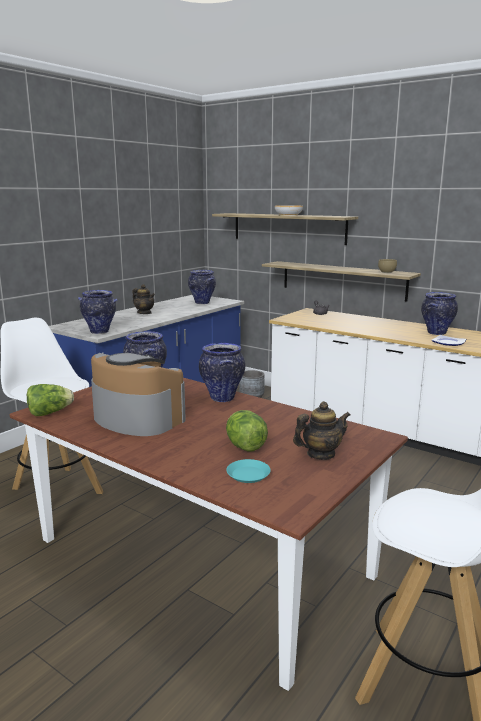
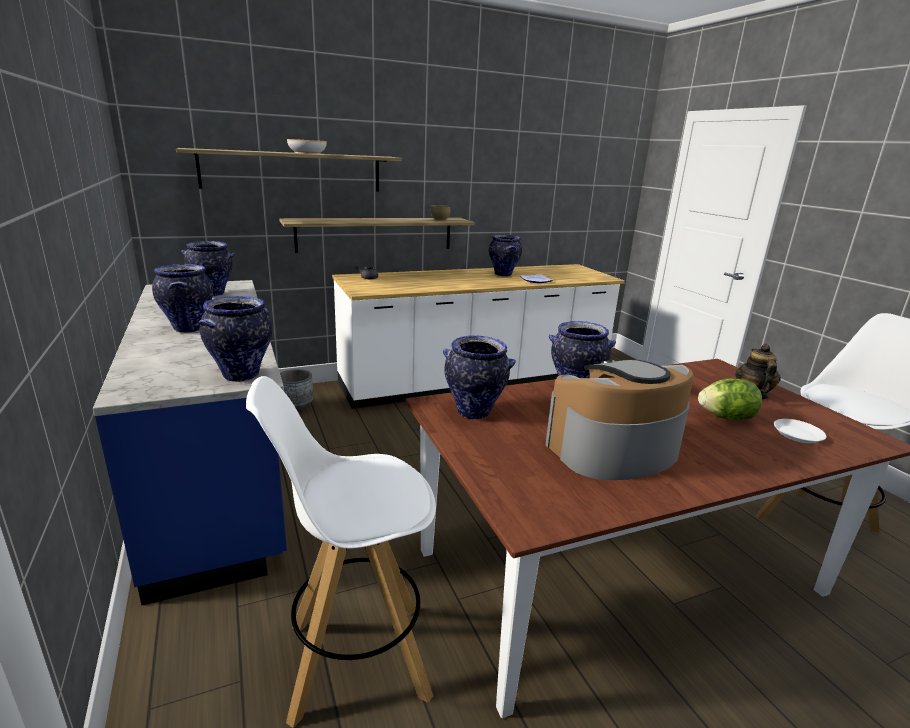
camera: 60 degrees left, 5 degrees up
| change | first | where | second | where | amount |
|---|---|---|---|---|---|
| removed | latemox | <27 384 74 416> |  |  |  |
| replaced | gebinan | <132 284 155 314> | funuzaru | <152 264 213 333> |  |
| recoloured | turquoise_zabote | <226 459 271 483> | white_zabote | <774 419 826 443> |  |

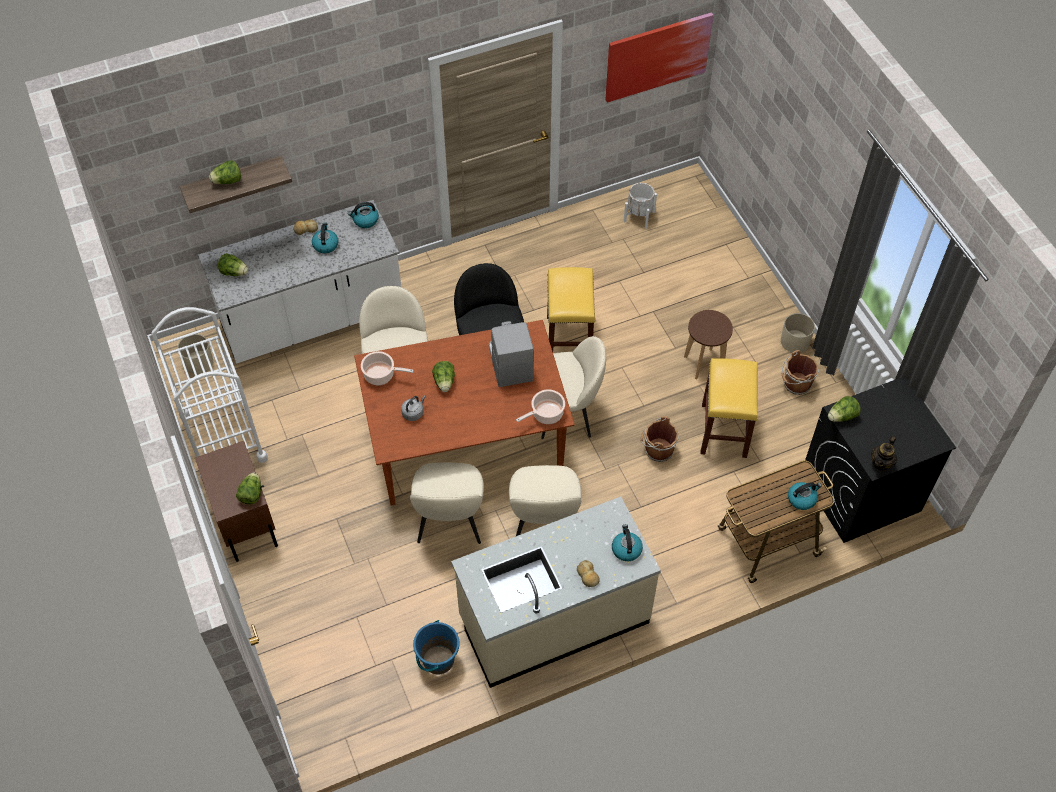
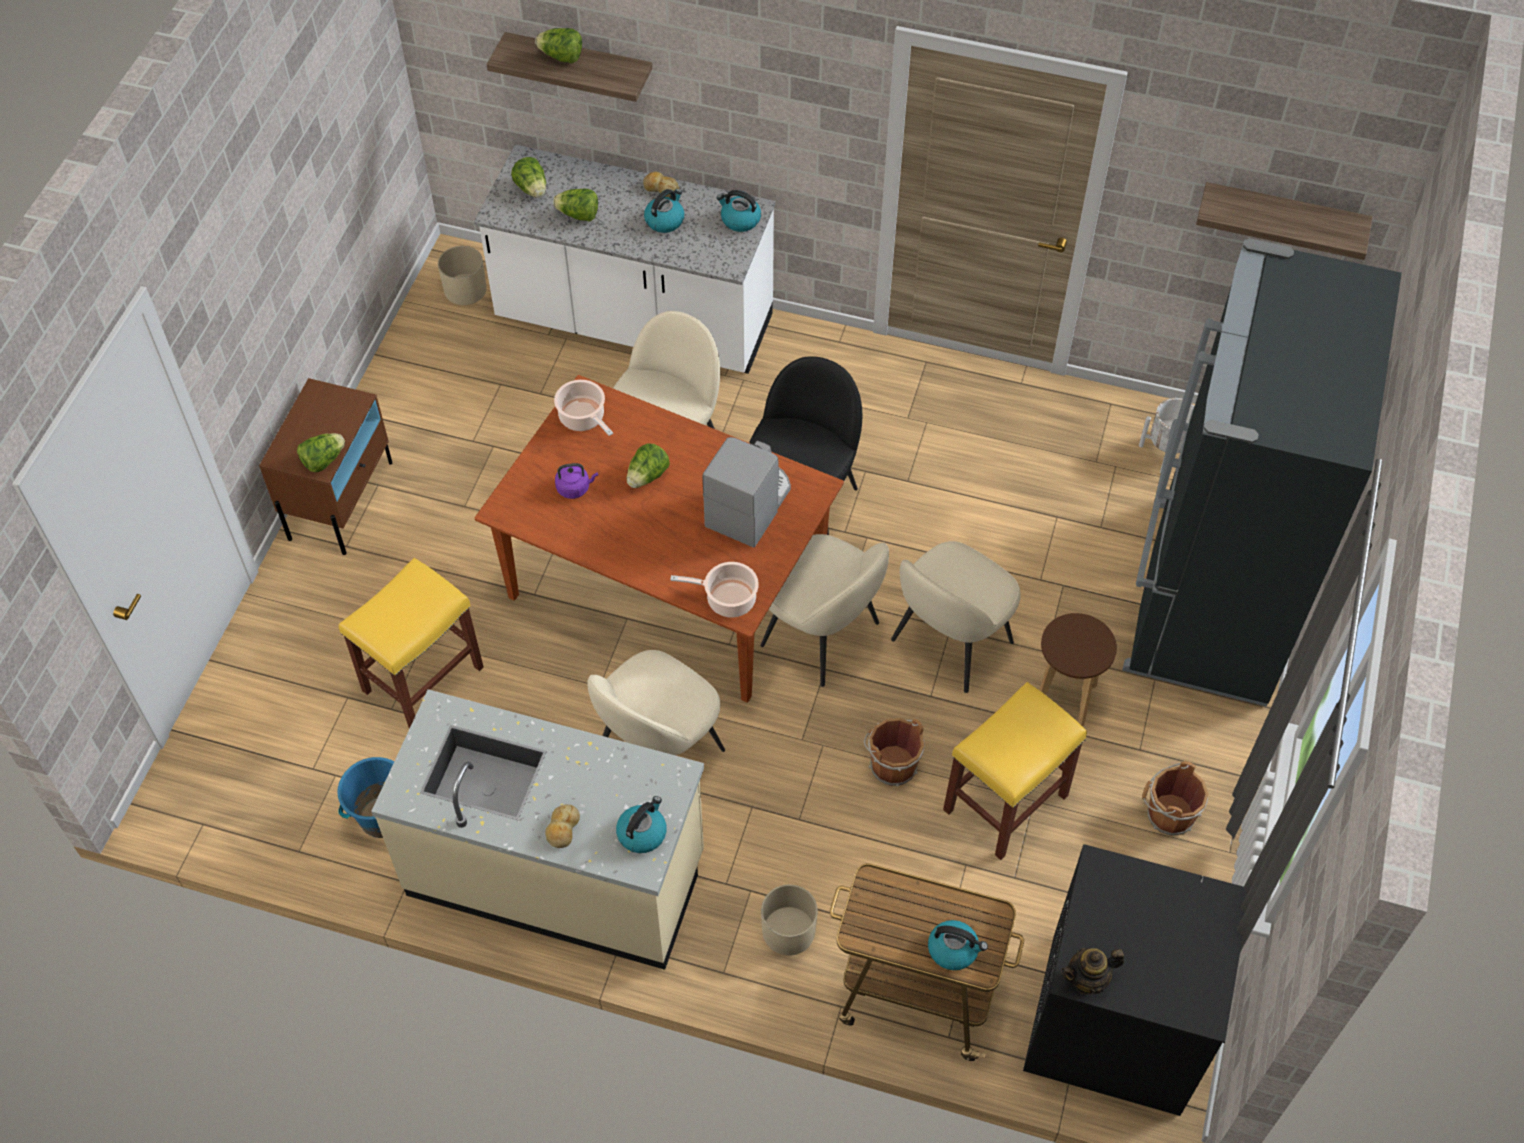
camera: 40 degrees right, 0 degrees up
| change | first | where | second | where | amount |
|---|---|---|---|---|---|
| removed | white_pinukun | <151 307 268 480> |  |  |  |
| recoloured | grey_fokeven | <401 395 426 421> | purple_fokeven | <555 463 598 499> |  |
| moved | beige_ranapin | <410 463 484 544> |  | <891 541 1021 693> |  |
| moved | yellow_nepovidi | <547 267 595 352> |  | <339 558 484 729> |  |
| replaced | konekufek | <606 12 714 103> | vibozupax | <1196 182 1373 260> |  |
| moved | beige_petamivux | <781 313 815 353> |  | <761 885 818 956> |  |
| moved | latemox | <828 396 861 422> |  | <553 189 598 222> |  |
| added |  |  | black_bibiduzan | <1122 238 1402 706> |  |

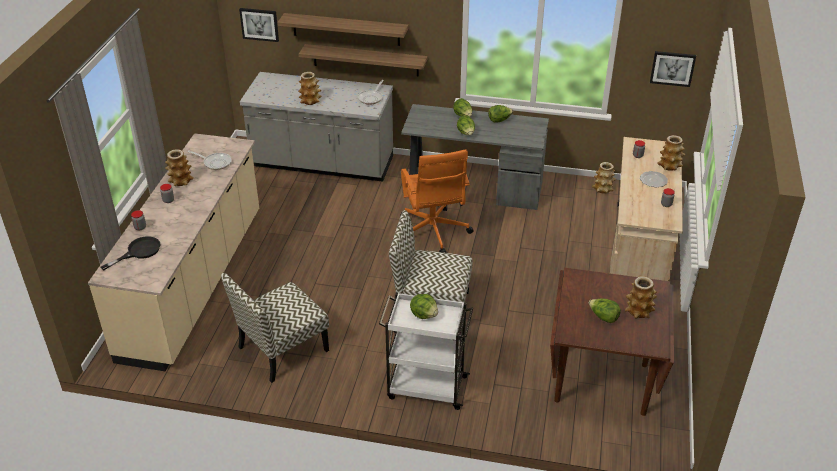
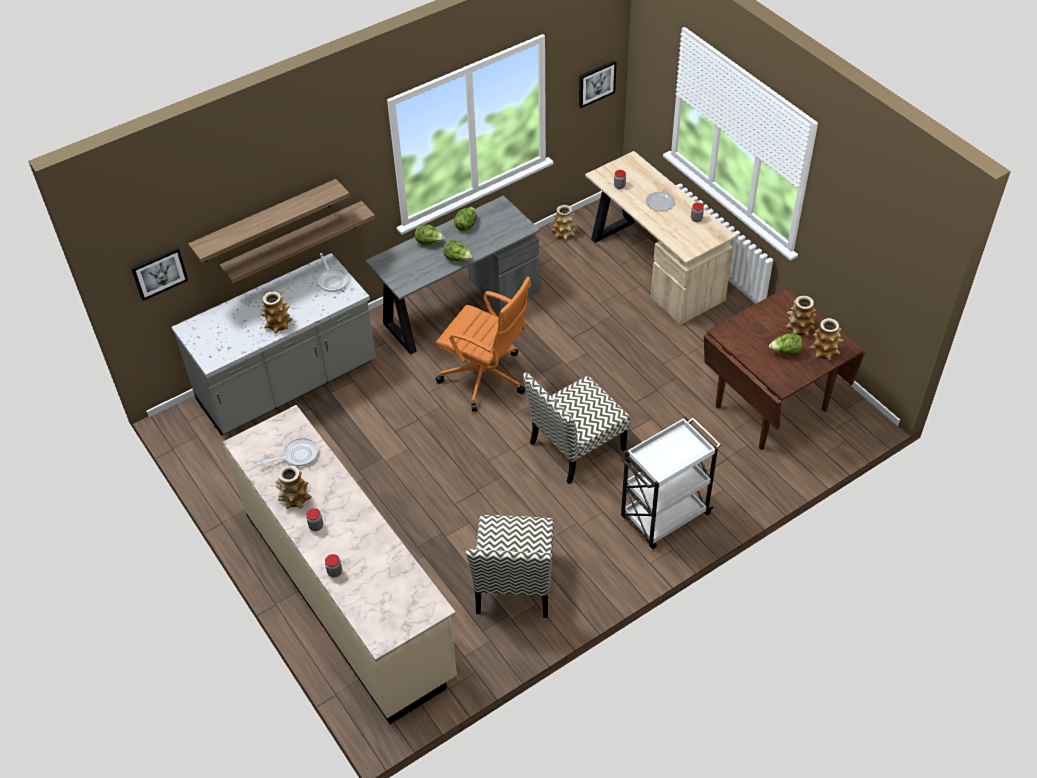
camera: 45 degrees left, 10 degrees up
| change | first | where | second | where | amount |
|---|---|---|---|---|---|
| removed | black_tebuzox | <101 236 160 270> |  |  |  |
| removed | latemox | <410 294 438 319> |  |  |  |
| moved | funuzaru | <657 135 685 171> |  | <809 318 844 360> |  |

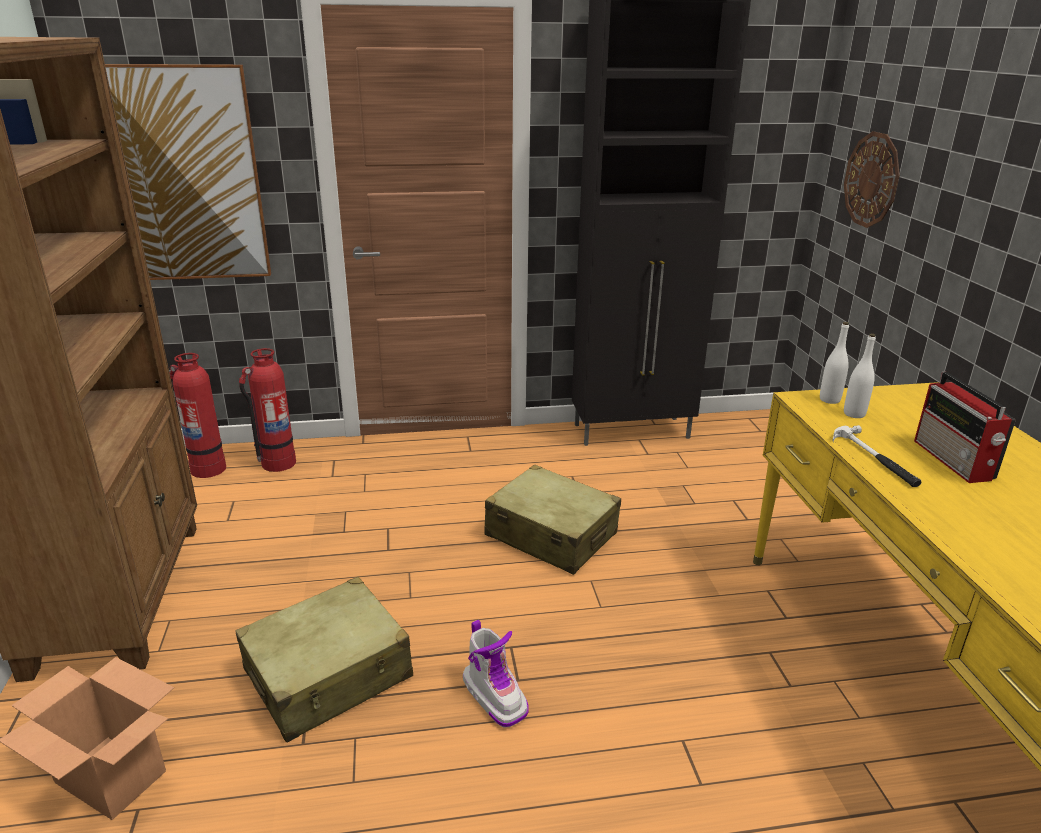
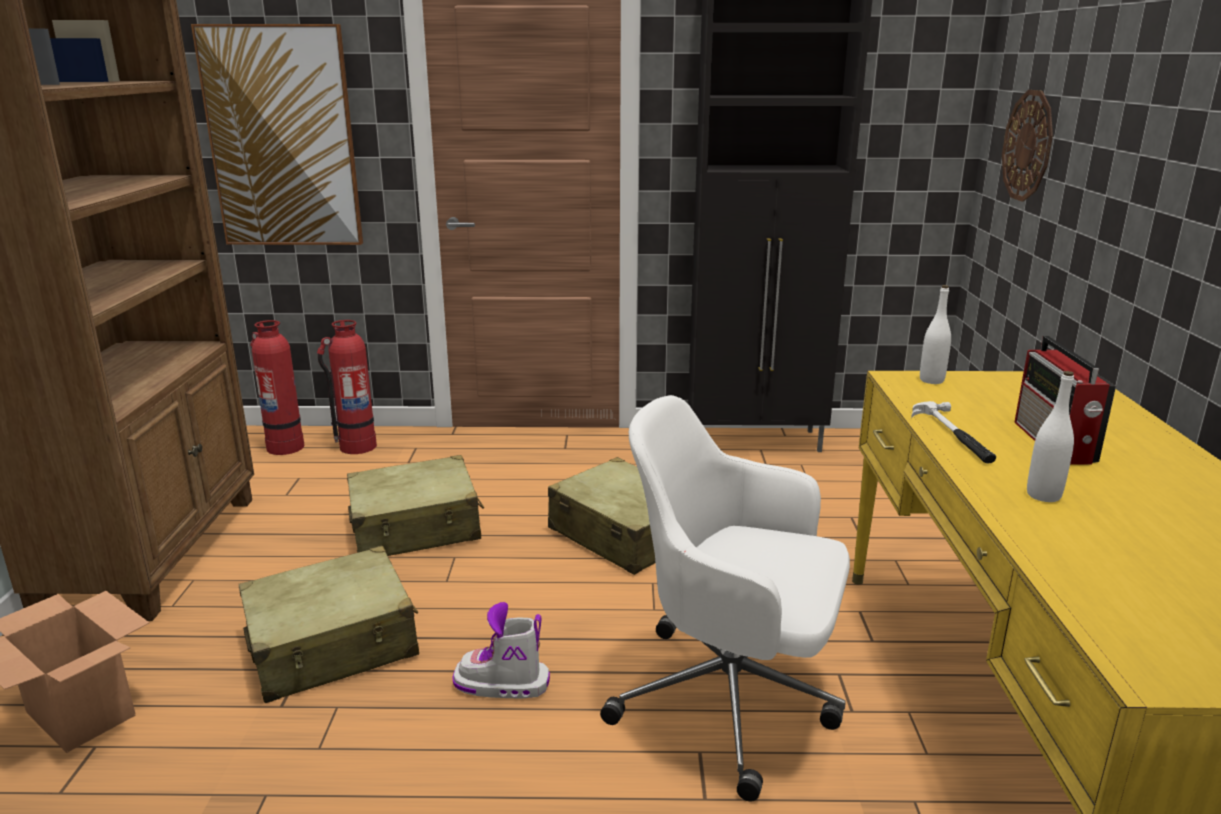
camera: 10 degrees right, 5 degrees down
| change | first | where | second | where | amount |
|---|---|---|---|---|---|
| turned | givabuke | <463 620 529 728> |  | <452 602 550 699> | 120 degrees clockwise |
| moved | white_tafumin | <844 334 876 418> |  | <1027 371 1074 502> |  |
| added |  |  | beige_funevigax | <347 455 484 556> |  |
| added |  |  | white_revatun | <600 395 850 802> |  |

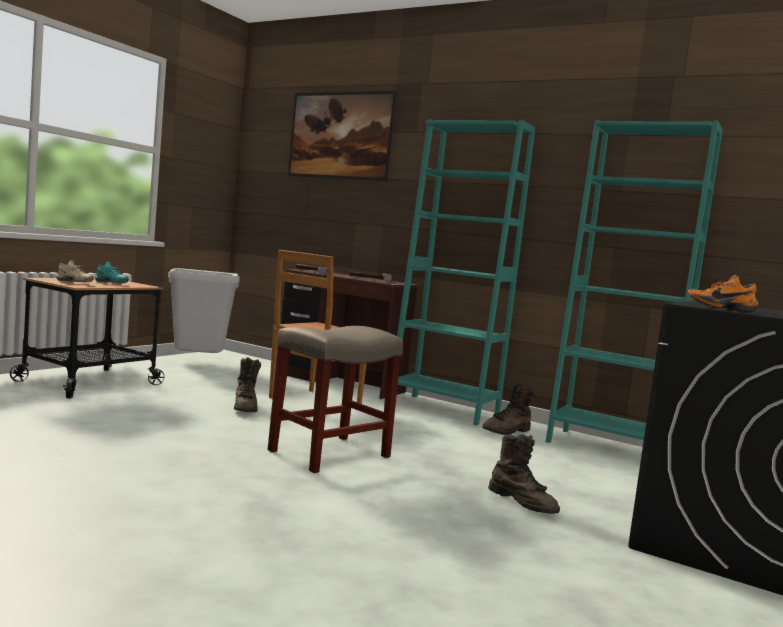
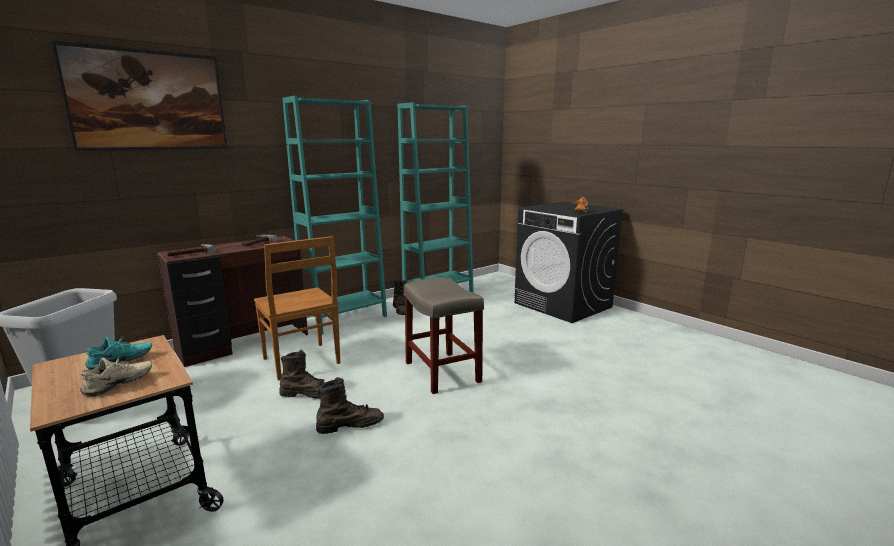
camera: 70 degrees left, 10 degrees up
| change | first | where | second | where | amount |
|---|---|---|---|---|---|
| moved | brown_givabuke | <488 434 560 514> |  | <316 377 384 434> |  |

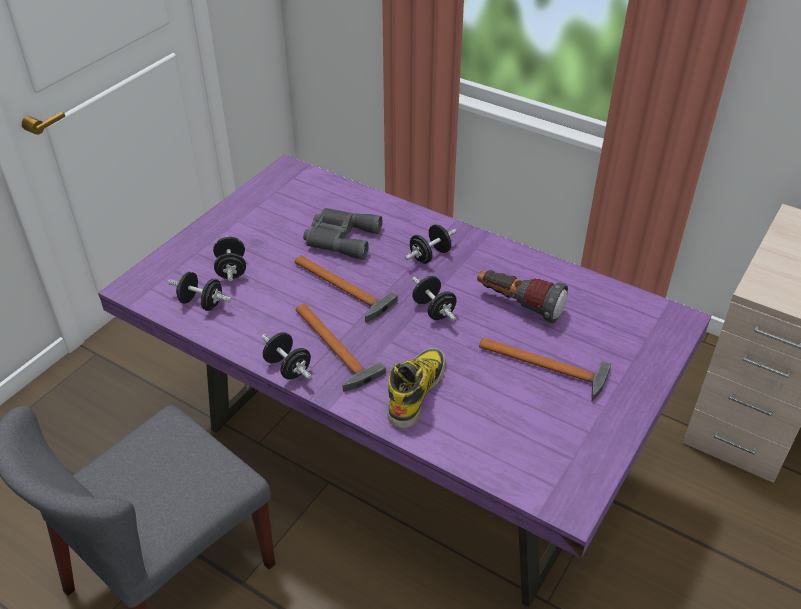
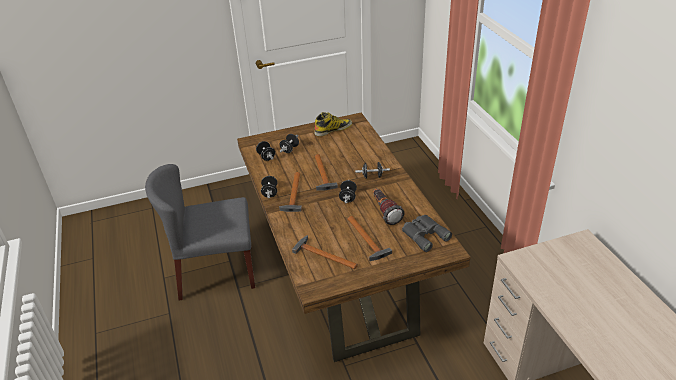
camera: 40 degrees right, 5 degrees down
| change | first | where | second | where | amount |
|---|---|---|---|---|---|
| recoloured | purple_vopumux | <98 155 712 607> | brown_vopumux | <237 113 471 362> |  |
| moved | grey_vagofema | <303 208 382 260> |  | <402 215 452 252> |  |
| moved | givabuke | <388 348 446 428> |  | <314 112 352 136> |  |
| added |  |  | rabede | <292 235 358 269> |  |

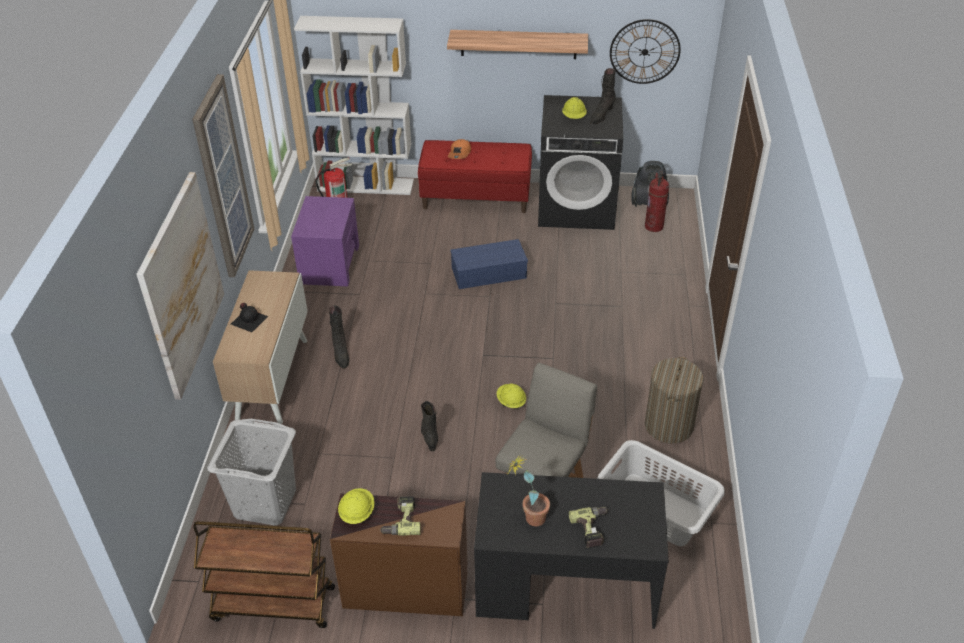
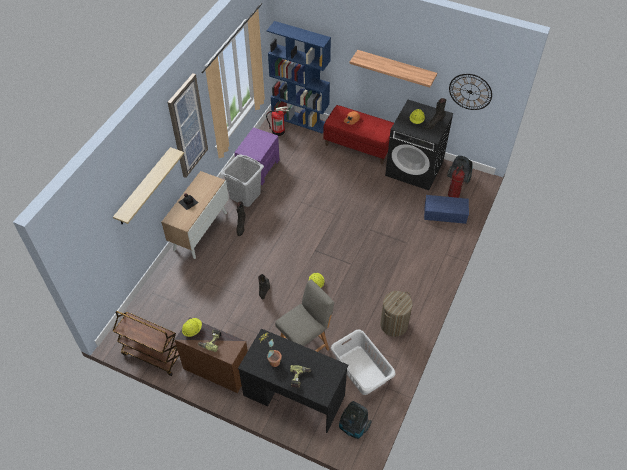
camera: 20 degrees right, 10 degrees up
| change | first | where | second | where | amount |
|---|---|---|---|---|---|
| replaced | konekufek | <136 172 224 400> | vibozupax | <113 147 184 224> |  |
| moved | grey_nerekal | <208 419 296 526> |  | <221 154 264 207> |  |
| recoloured | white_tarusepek | <294 16 414 195> | blue_tarusepek | <266 21 331 134> |  |
| moved | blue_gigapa | <450 239 528 289> |  | <424 195 469 224> |  |
| added |  |  | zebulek | <339 401 372 439> |  |

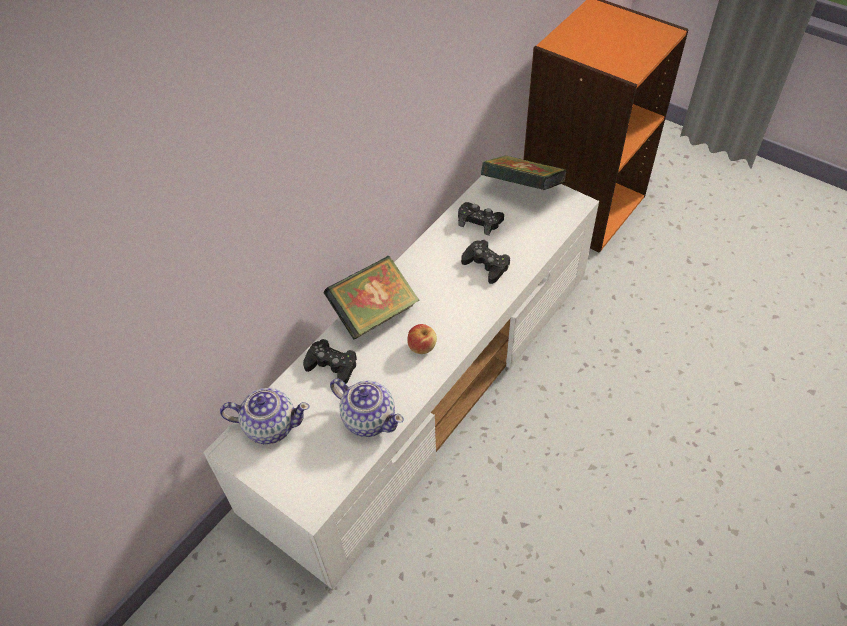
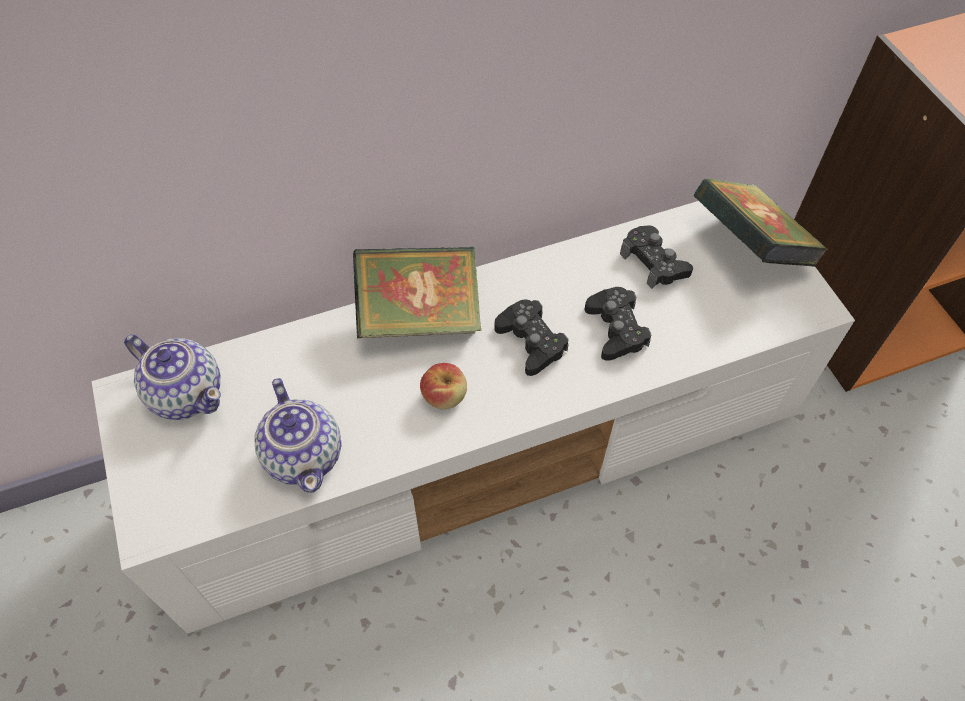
camera: 30 degrees right, 5 degrees up
| change | first | where | second | where | amount |
|---|---|---|---|---|---|
| moved | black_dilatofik | <303 339 357 384> |  | <494 299 569 376> |  |

